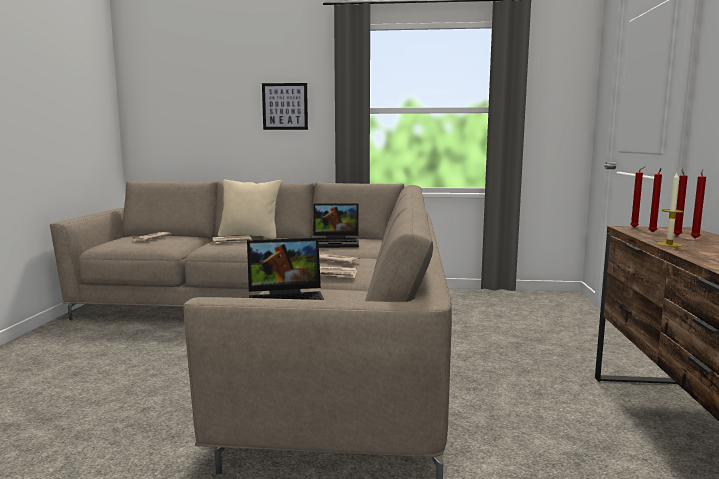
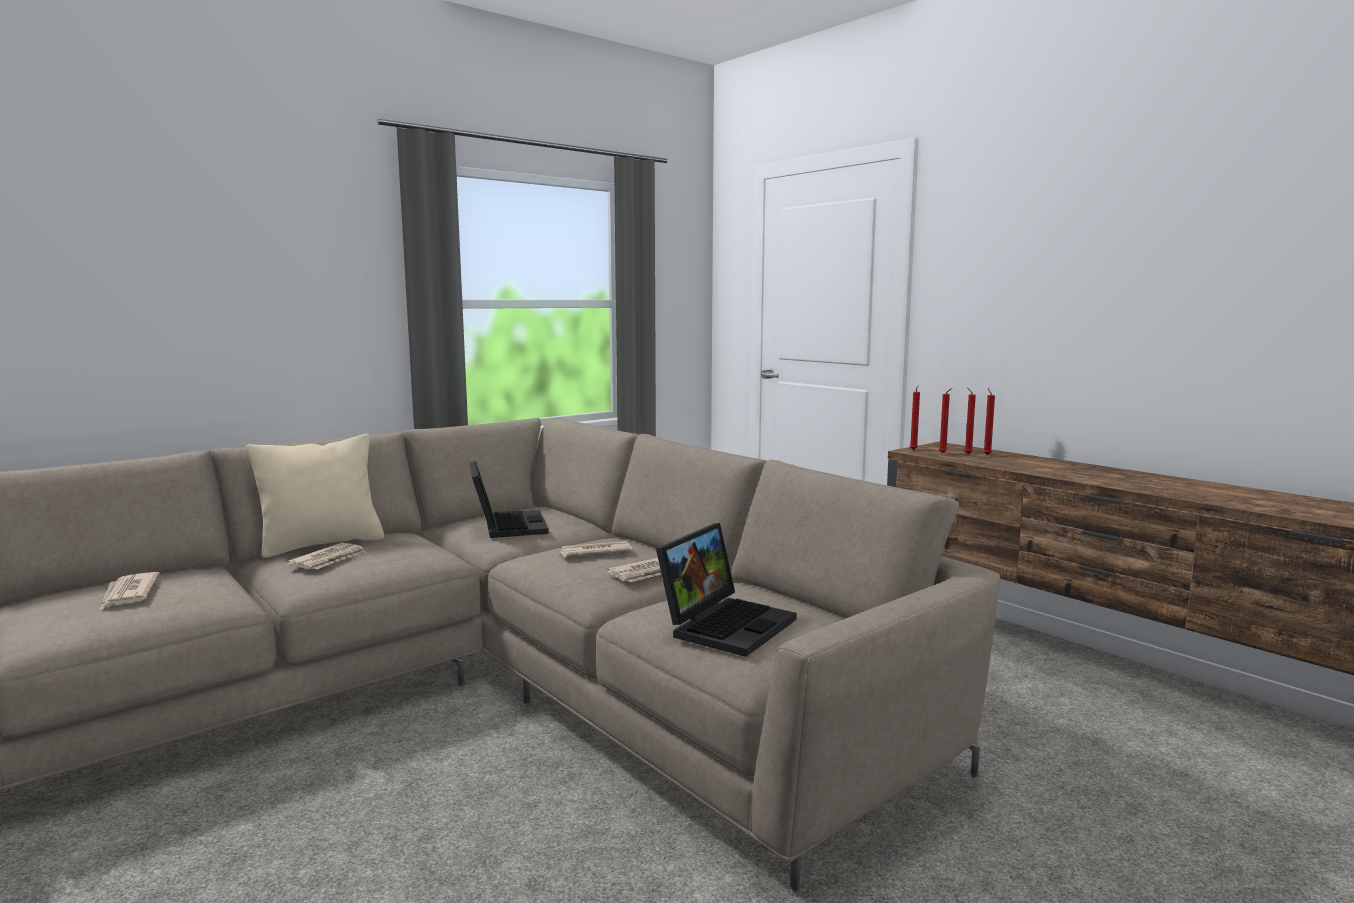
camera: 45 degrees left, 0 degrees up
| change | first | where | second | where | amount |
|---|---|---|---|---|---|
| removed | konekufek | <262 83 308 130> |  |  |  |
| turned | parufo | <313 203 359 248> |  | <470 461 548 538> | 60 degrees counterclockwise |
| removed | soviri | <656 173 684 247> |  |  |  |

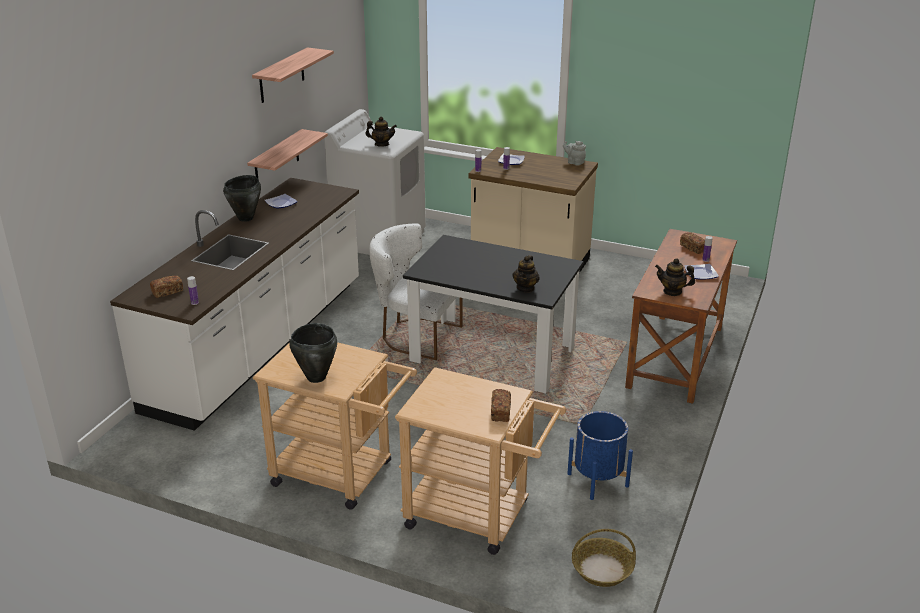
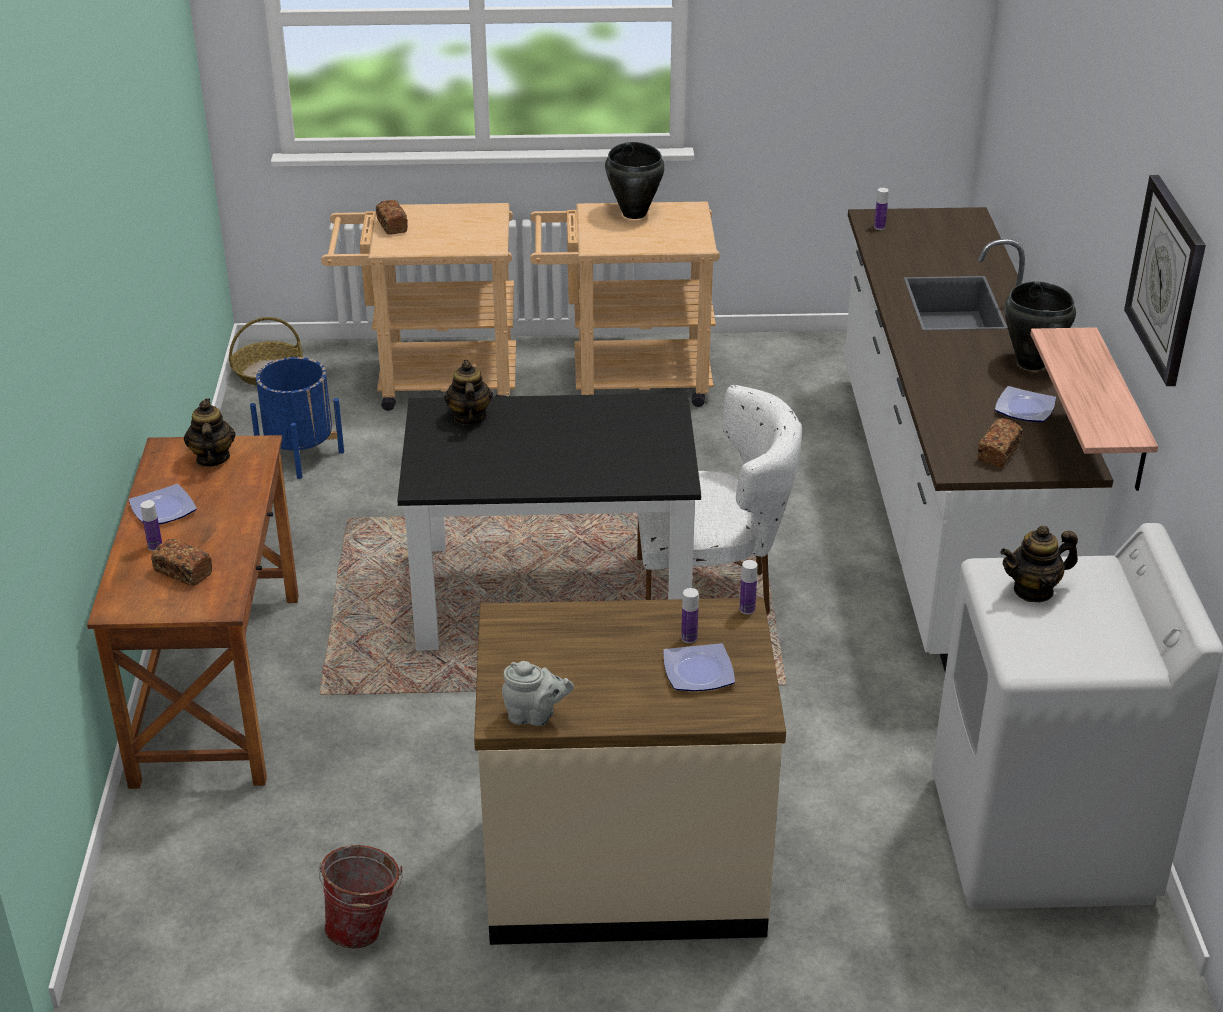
camera: 155 degrees right, 5 degrees up
| change | first | where | second | where | amount |
|---|---|---|---|---|---|
| moved | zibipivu | <150 275 183 298> |  | <977 418 1023 468> |  |
| replaced | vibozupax | <252 47 334 103> | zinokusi | <1124 175 1206 386> |  |
| turned | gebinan | <655 258 695 296> |  | <184 399 236 467> | 90 degrees counterclockwise |
| added |  |  | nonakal | <318 845 403 949> |  |

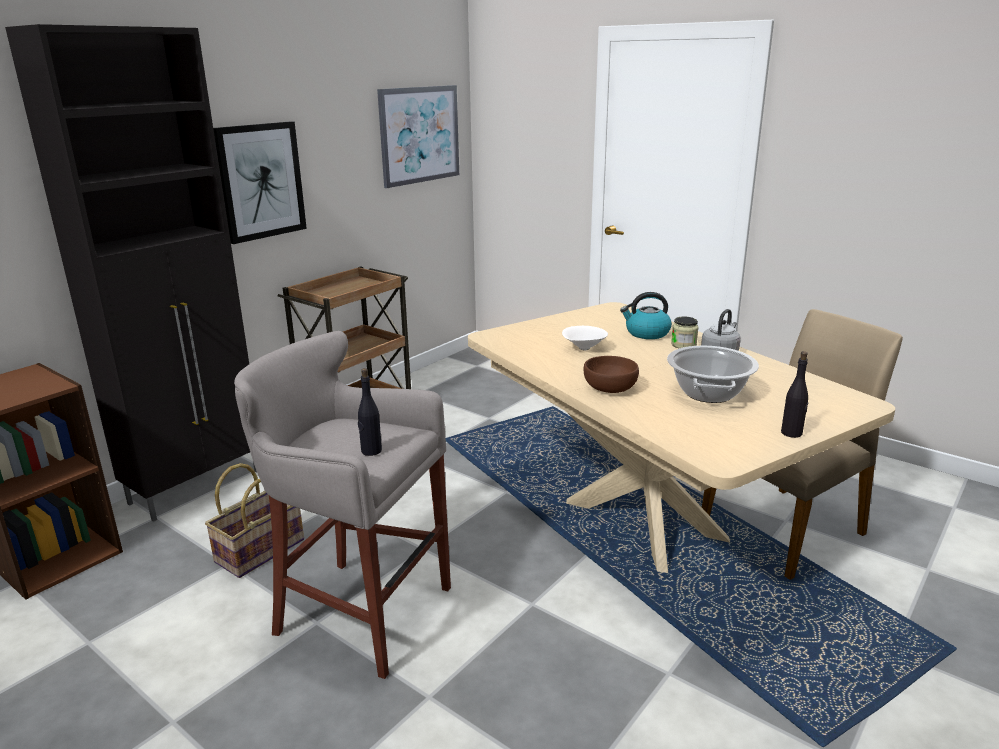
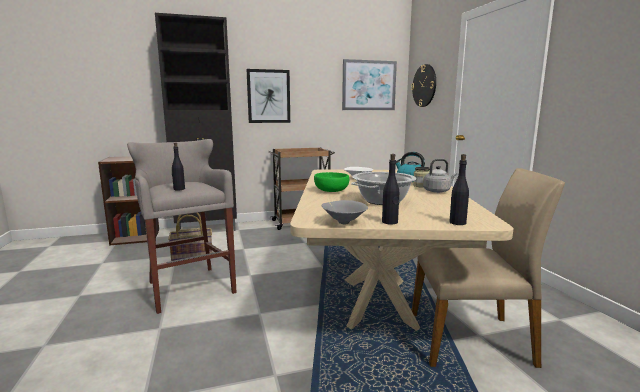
camera: 35 degrees right, 10 degrees down
| change | first | where | second | where | amount |
|---|---|---|---|---|---|
| recoloured | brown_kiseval | <584 356 639 393> | green_kiseval | <314 172 349 192> |  |
| added |  |  | grey_kiseval | <321 200 368 224> |  |
| added |  |  | zinokusi | <411 64 436 107> |  |
| added |  |  | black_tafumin | <449 154 469 225> |  |

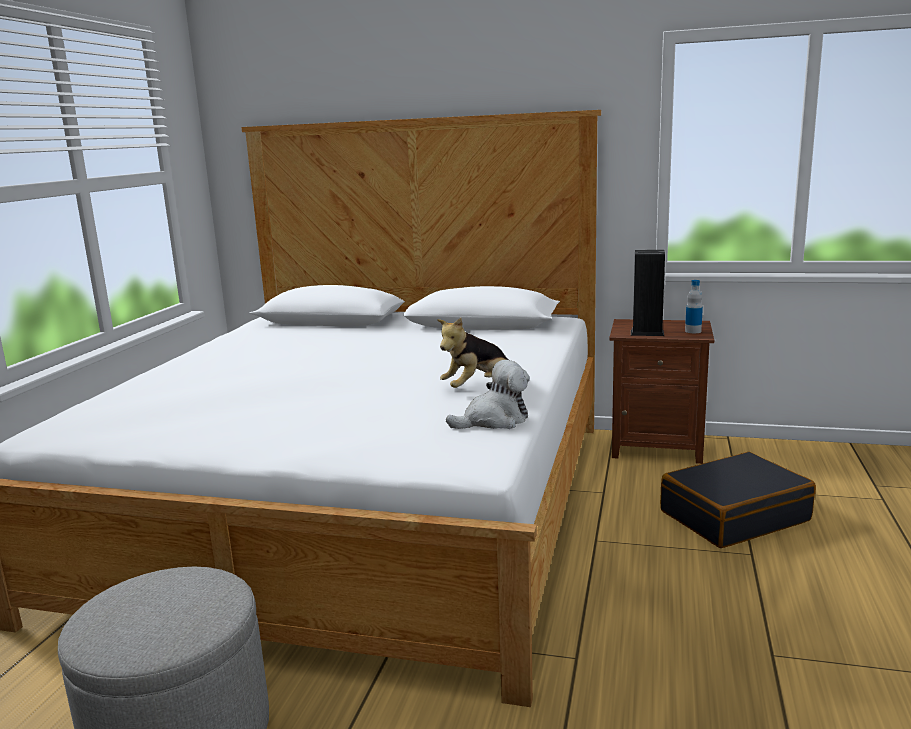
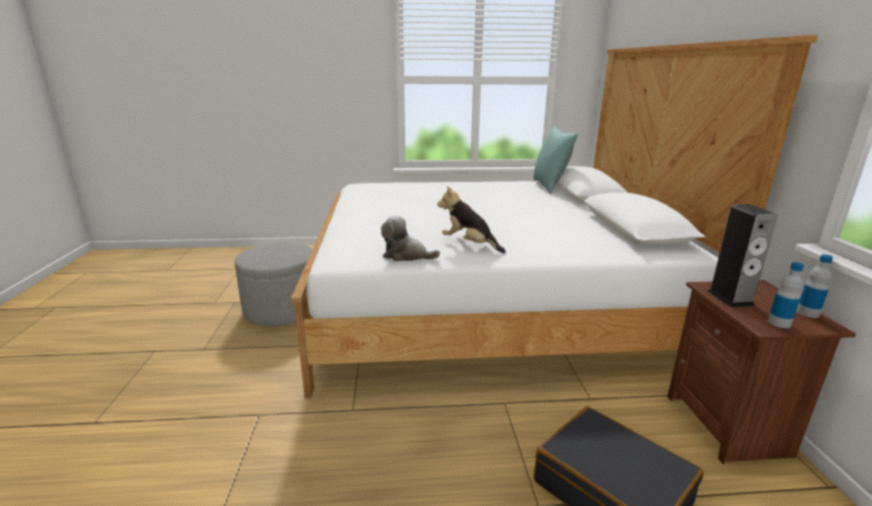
camera: 70 degrees right, 5 degrees up
| change | first | where | second | where | amount |
|---|---|---|---|---|---|
| turned | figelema | <446 360 530 429> |  | <381 215 440 262> | 150 degrees clockwise |
| added |  |  | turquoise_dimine | <533 125 578 194> |  |
| added |  |  | tafumin | <796 254 833 318> |  |

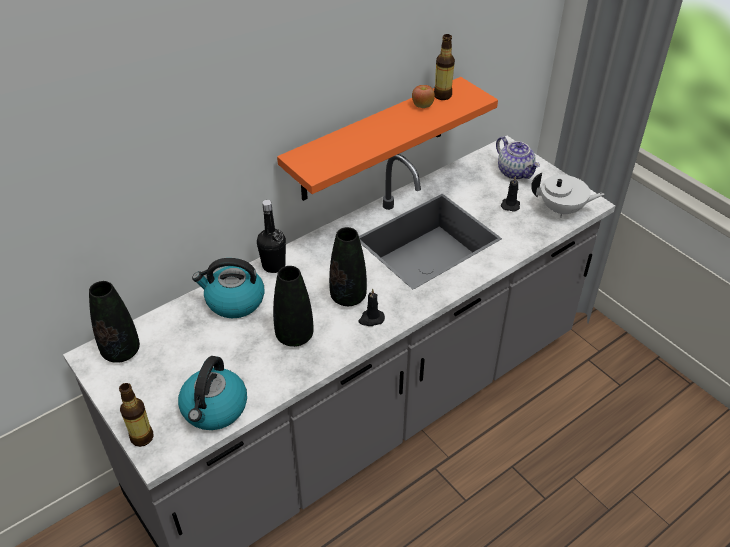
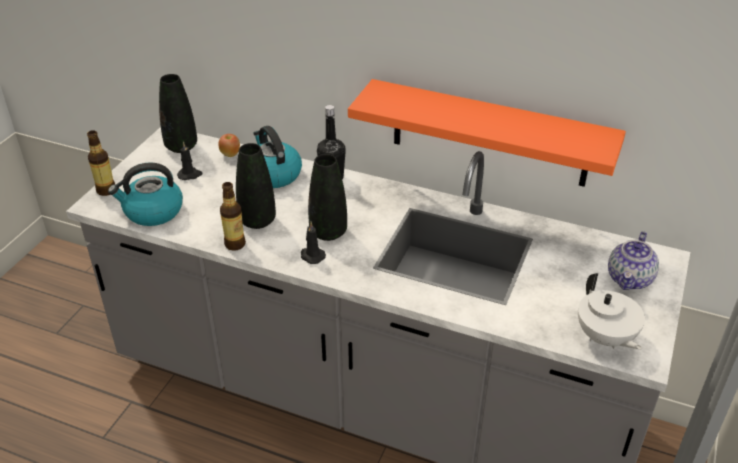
camera: 60 degrees right, 5 degrees down
| change | first | where | second | where | amount |
|---|---|---|---|---|---|
| moved | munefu | <412 85 435 108> |  | <218 134 240 157> |  |
| moved | tafumin | <434 34 455 100> |  | <220 182 246 251> |  |
| moved | black_soviri | <501 176 520 212> |  | <177 141 203 180> |  |

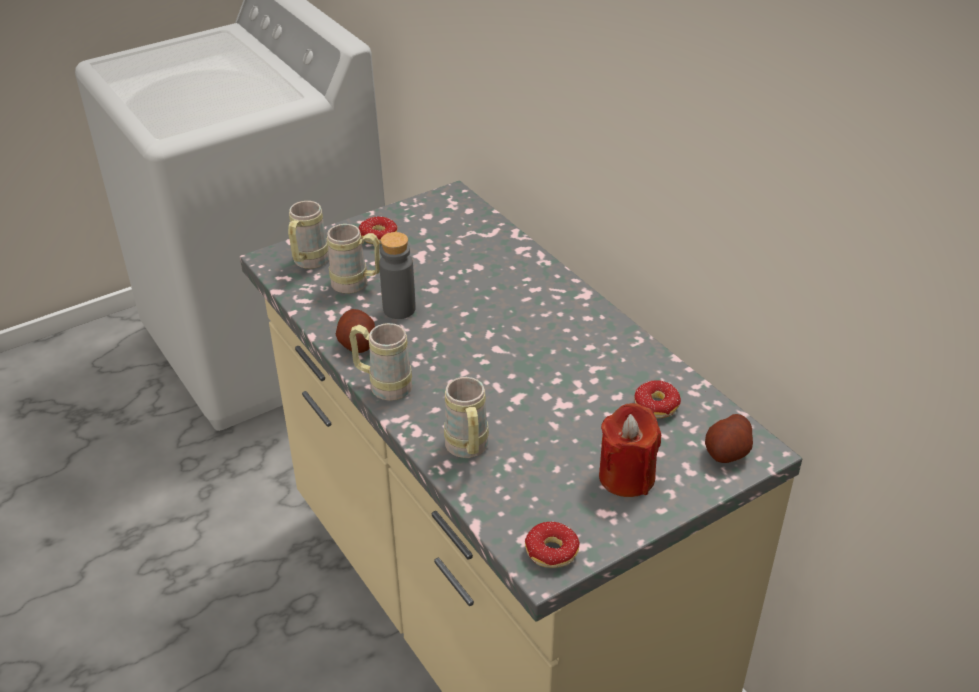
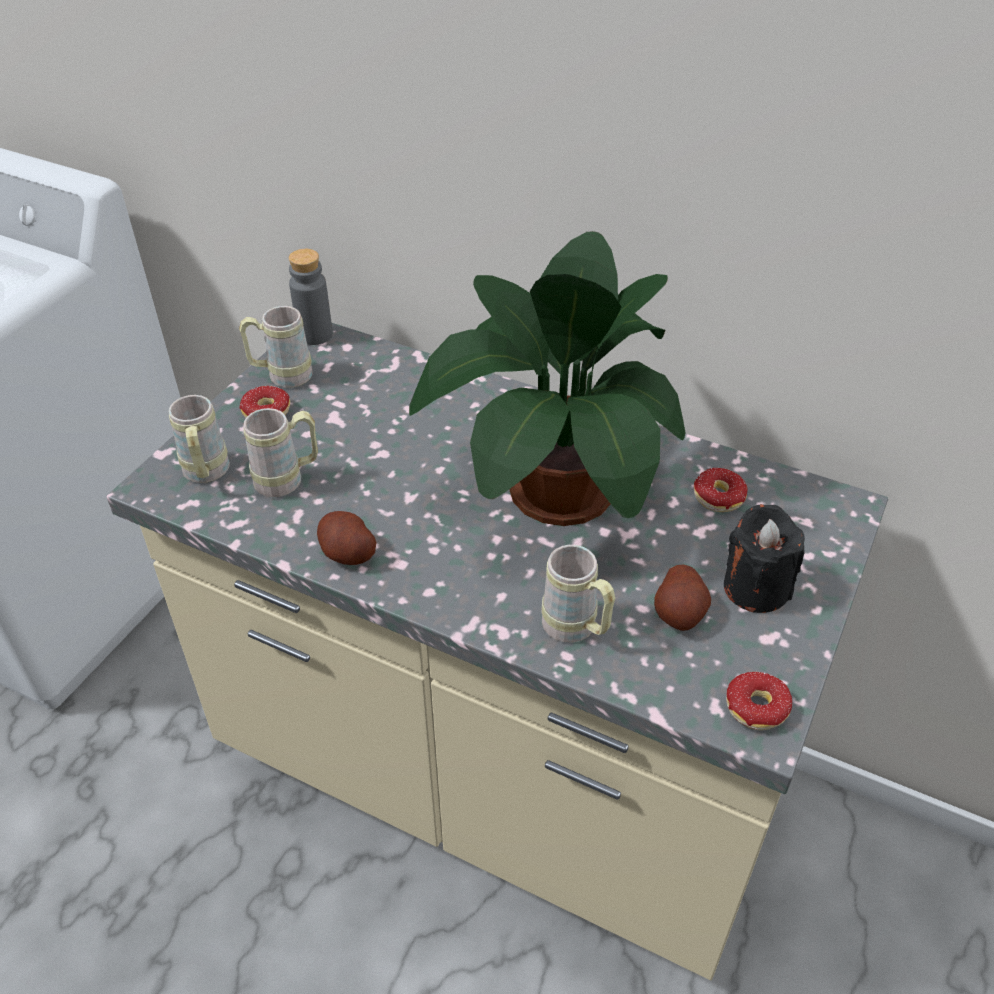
camera: 30 degrees left, 5 degrees up
| change | first | where | second | where | amount |
|---|---|---|---|---|---|
| moved | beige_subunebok | <349 323 412 401> |  | <239 306 313 388> |  |
| moved | grey_tafumin | <379 232 416 319> |  | <289 249 333 345> |  |
| recoloured | red_soviri | <599 403 661 497> | black_soviri | <724 504 805 613> |  |
| moved | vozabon | <705 414 753 463> |  | <654 565 711 631> |  |
| added |  |  | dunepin | <409 231 686 526> |  |

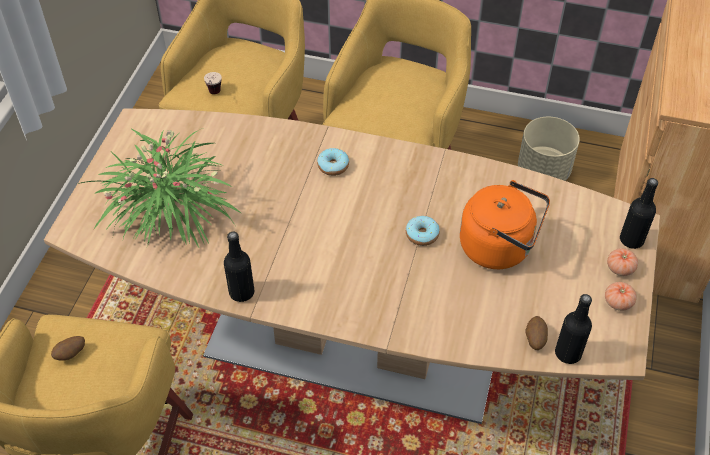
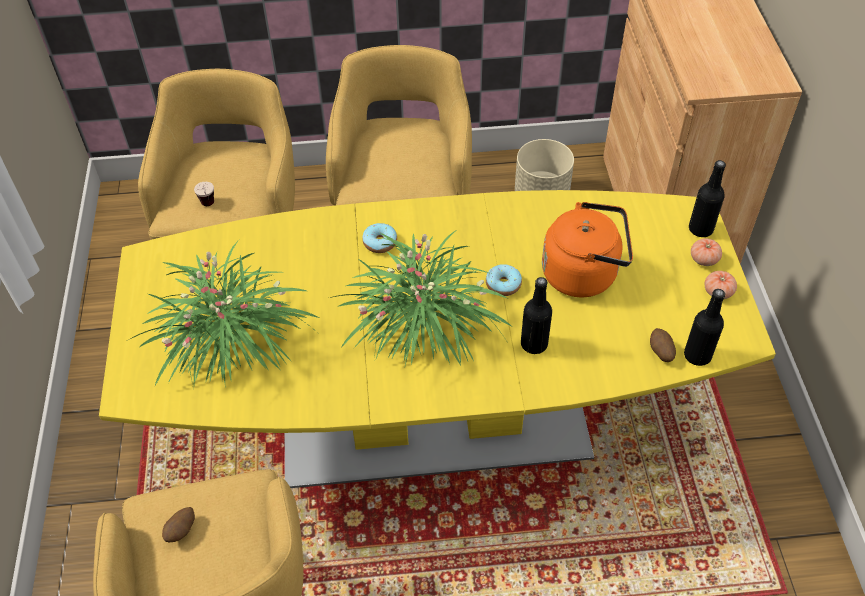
camera: 20 degrees left, 0 degrees up
| change | first | where | second | where | amount |
|---|---|---|---|---|---|
| recoloured | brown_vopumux | <44 108 660 424> | yellow_vopumux | <99 190 776 488> |  |
| moved | black_tafumin | <224 231 255 302> |  | <521 277 552 354> |  |
| added |  |  | dunepin | <330 231 512 366> |  |

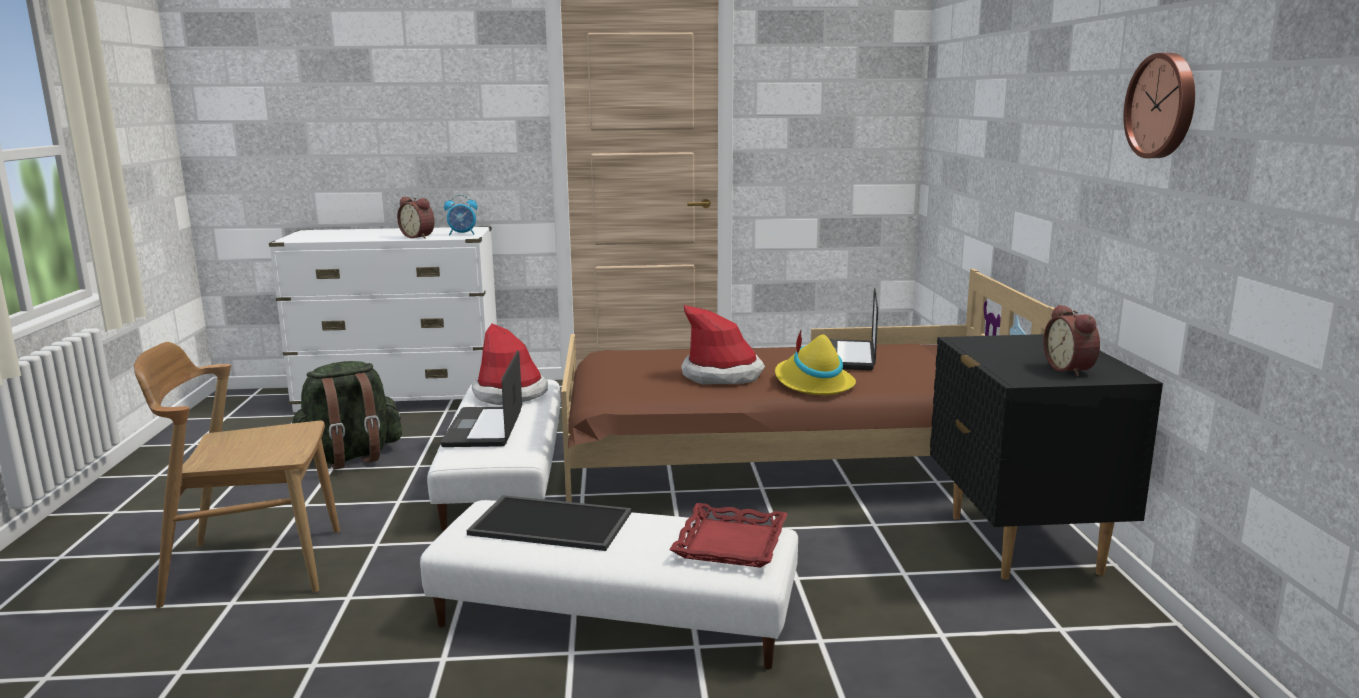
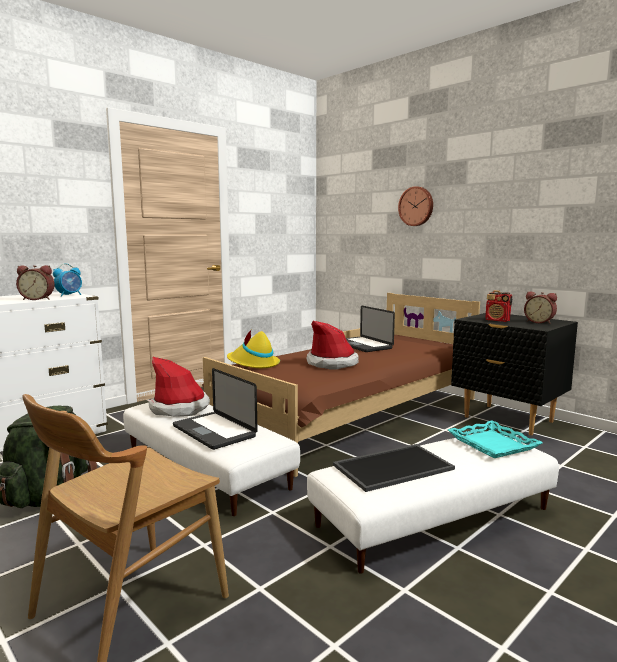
camera: 40 degrees left, 5 degrees down
| change | first | where | second | where | amount |
|---|---|---|---|---|---|
| recoloured | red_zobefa | <670 503 788 568> | turquoise_zobefa | <448 420 543 458> |  |
| moved | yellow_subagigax | <775 330 856 395> |  | <227 330 280 368> |  |
| moved | zinokusi | <1123 53 1195 158> |  | <398 186 433 226> |  |
| added |  |  | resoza | <486 290 512 322> |  |

